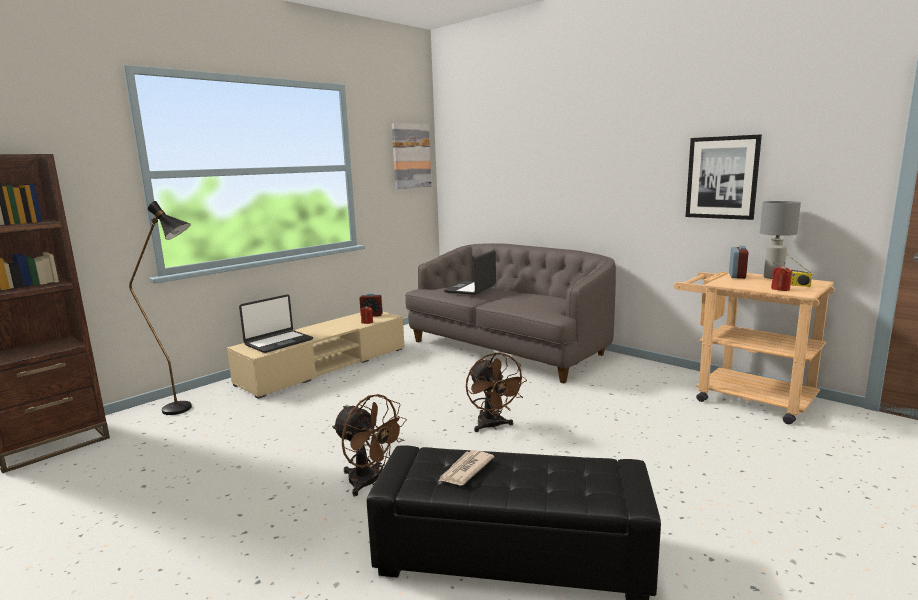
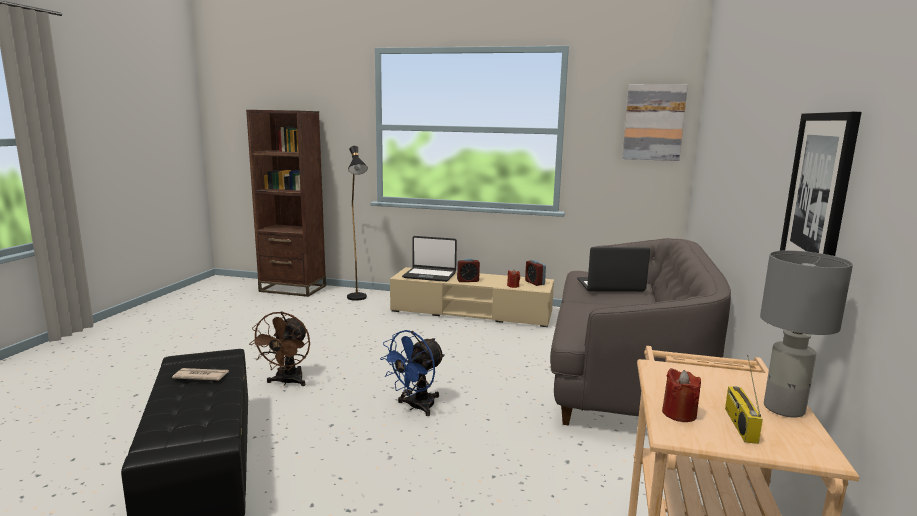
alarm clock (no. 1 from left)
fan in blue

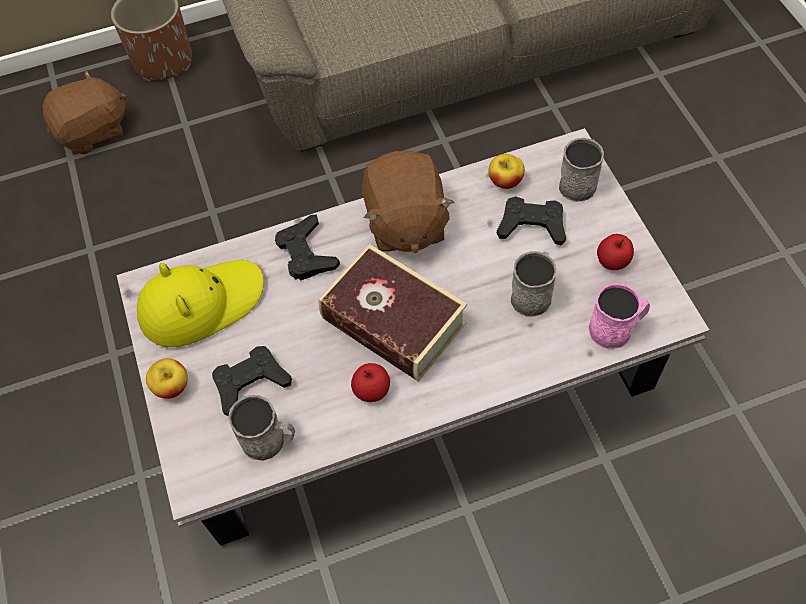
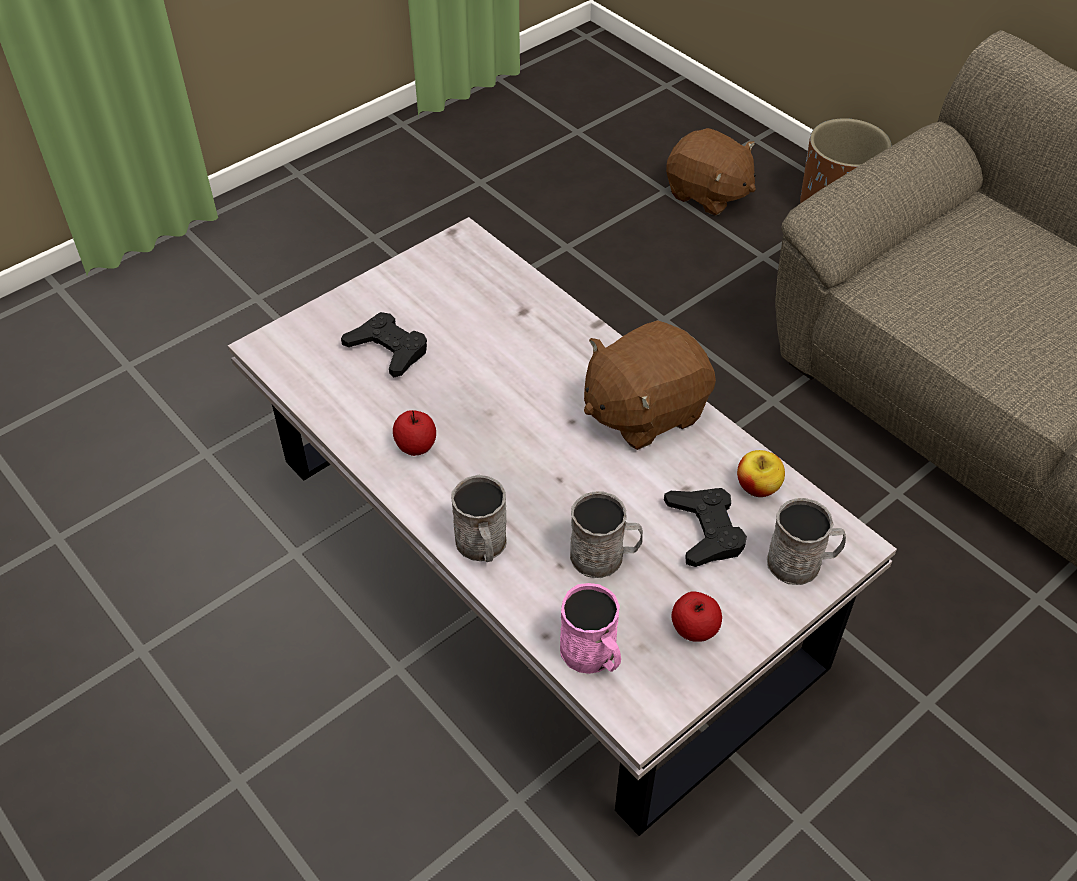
game controller in black (no. 2 from left in the first image)
book
hat in yellow
apple (no. 1 from left in the first image)
mug in grey (no. 1 from left)

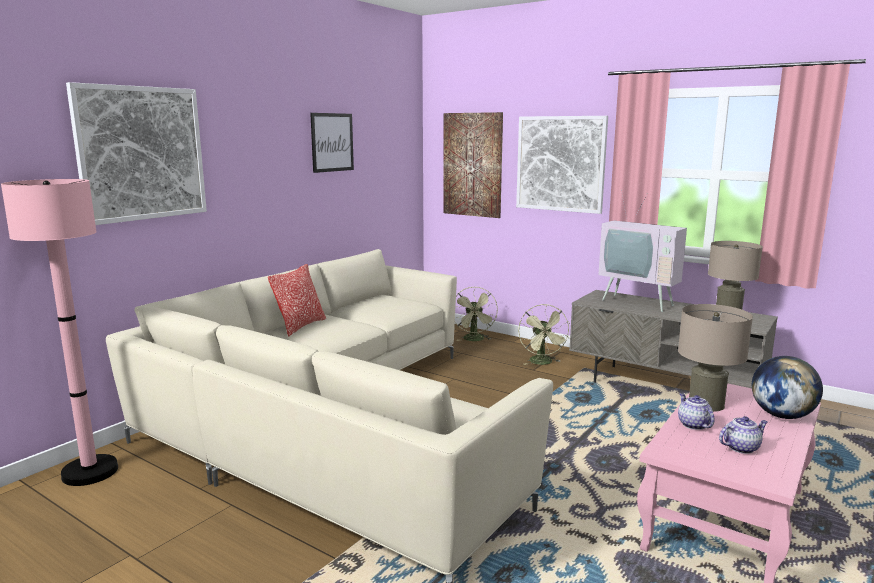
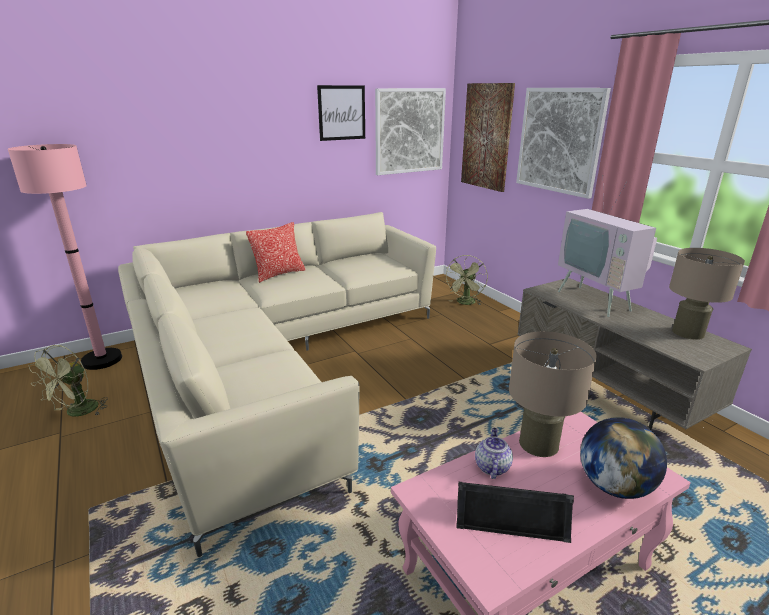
picture (no. 2 from left)
fan in green (no. 1 from left)
speaker in black

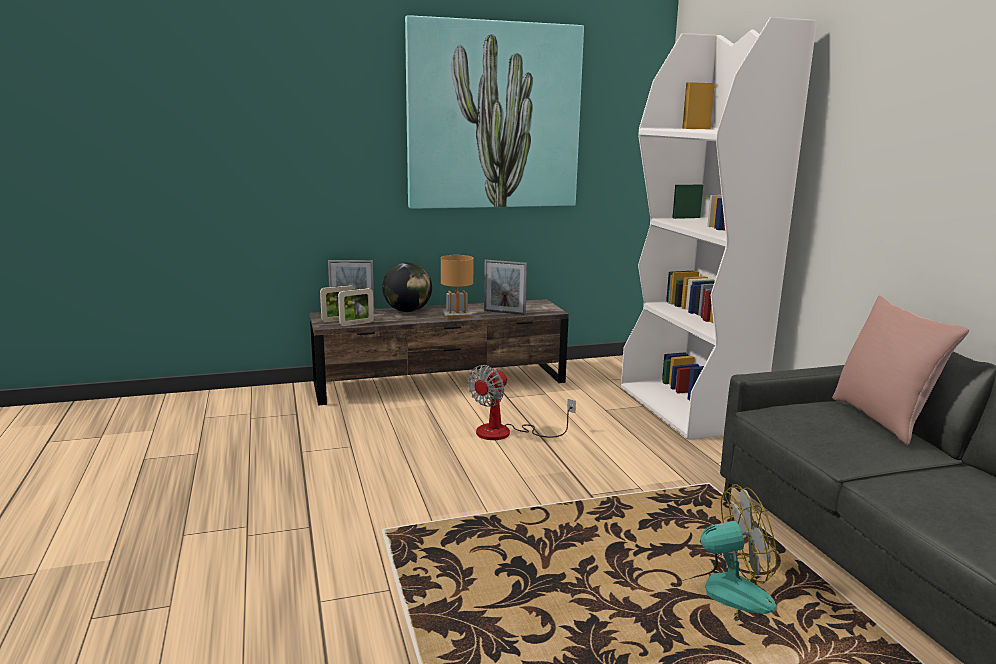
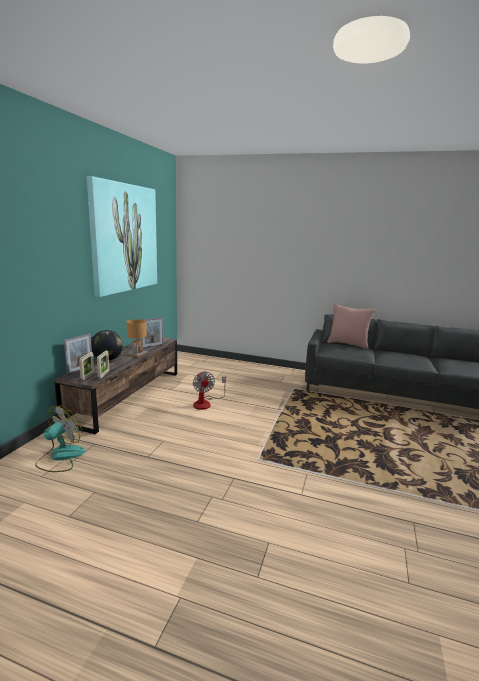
bookcase in white
fan (no. 1 from left)

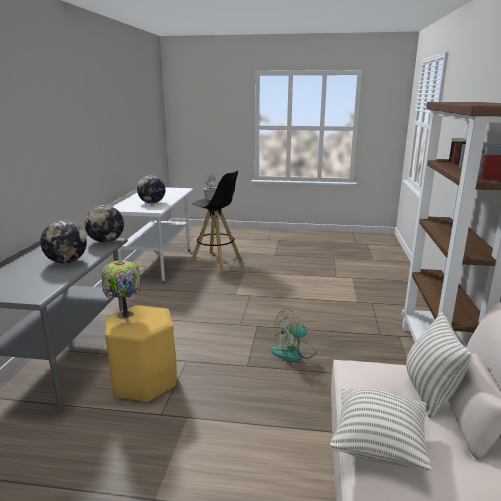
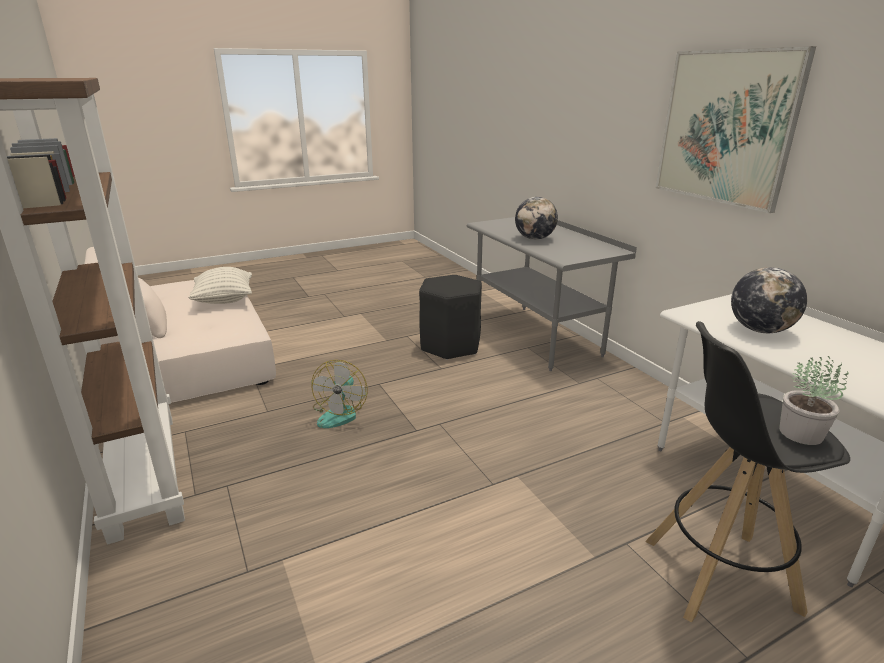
globe (no. 2 from left in the first image)
table lamp
stool in black (no. 1 from left)
fan
pillow (no. 2 from left in the first image)
picture

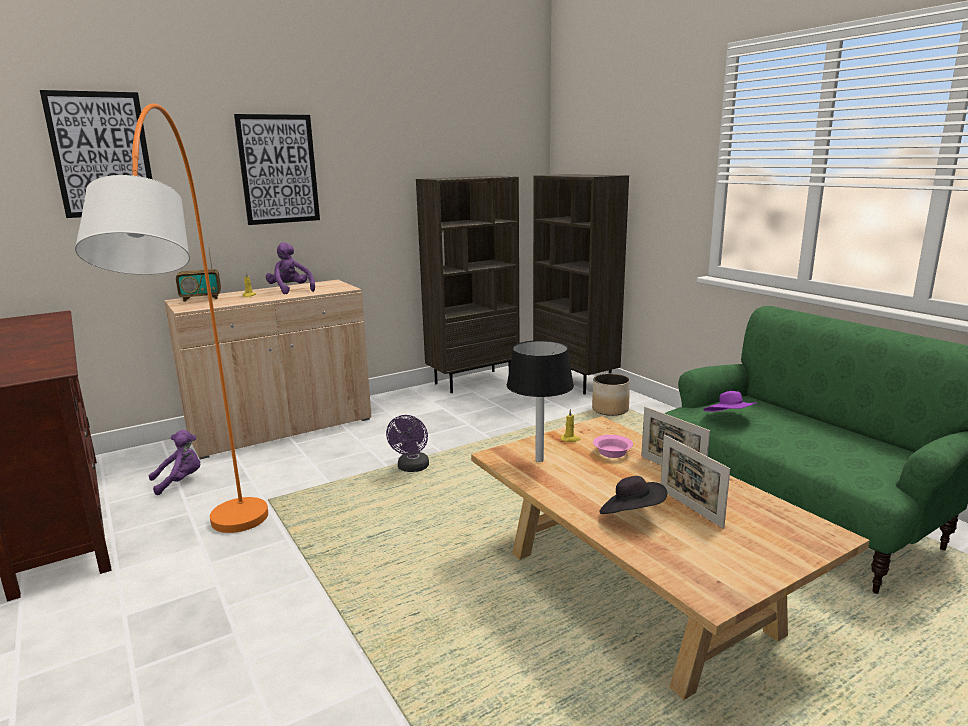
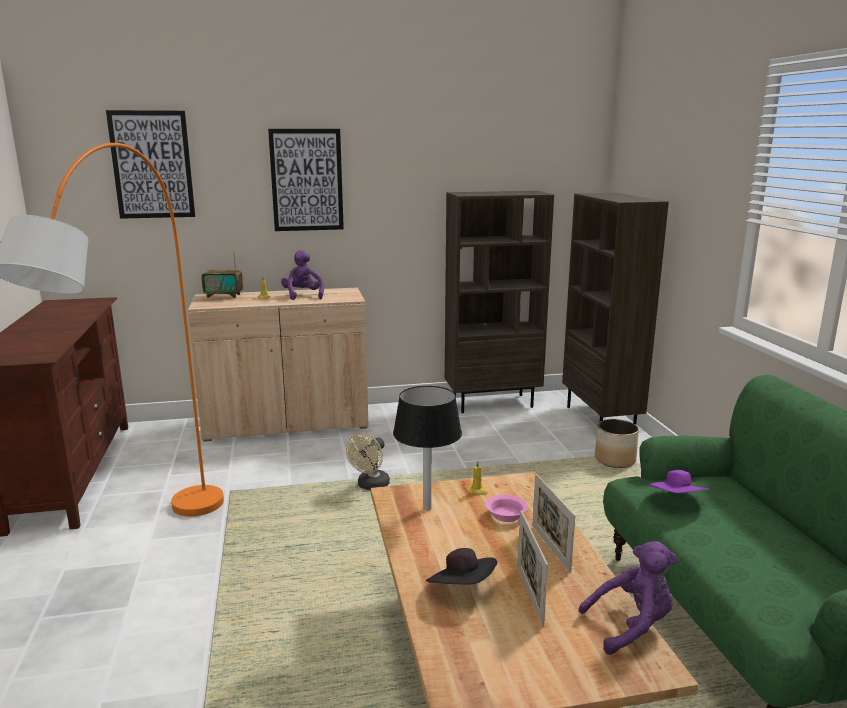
fan in beige
plush toy in purple (no. 2 from left)

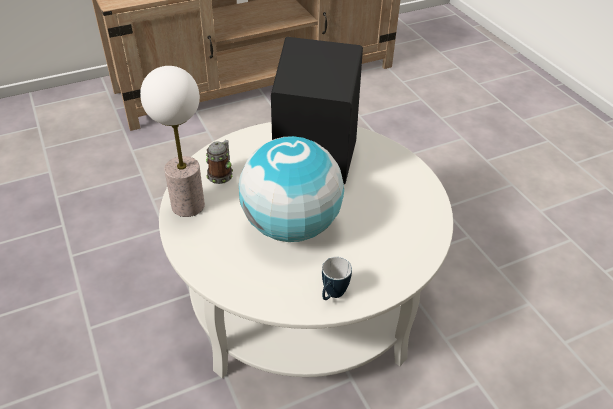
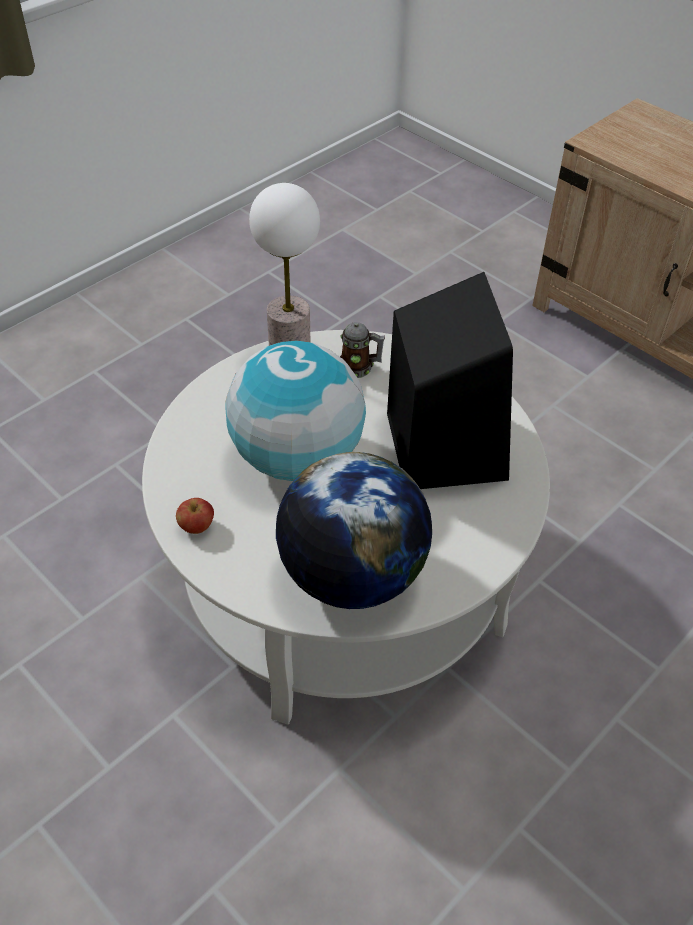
apple
globe (no. 2 from left)

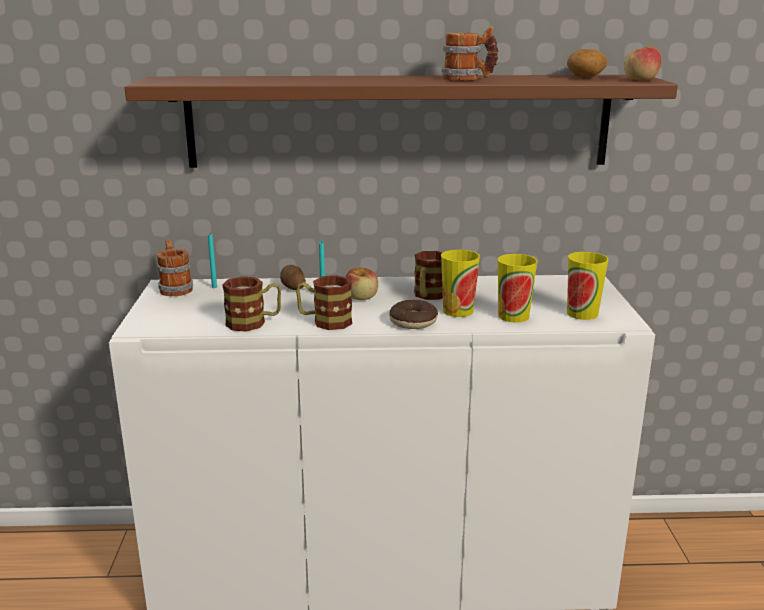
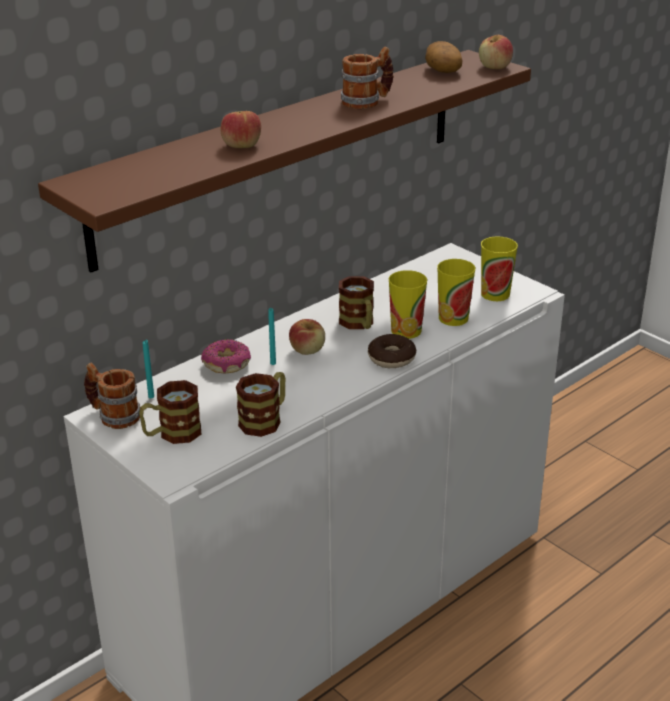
donut (no. 1 from left)
mug (no. 2 from left)
apple (no. 1 from left)

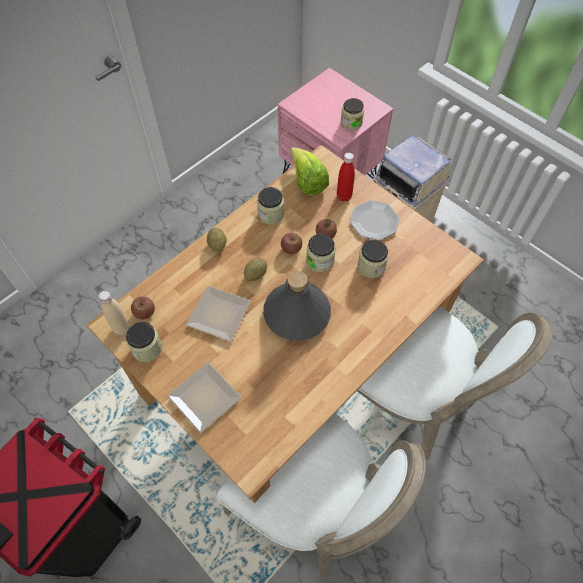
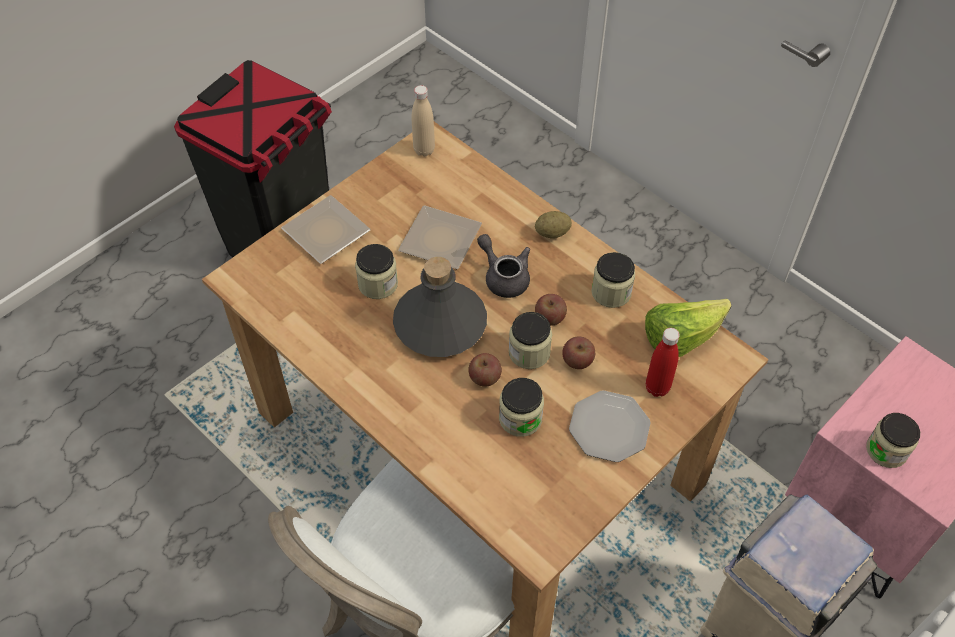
teapot in grey
apple (no. 1 from left)
jar (no. 1 from left)
chair in white (no. 1 from left in the first image)

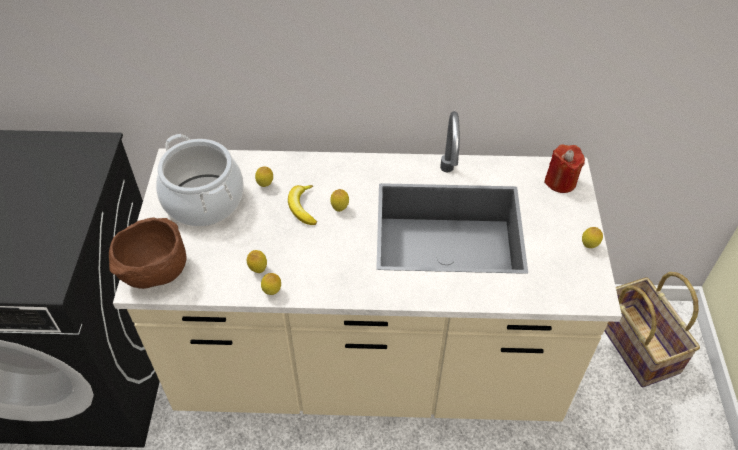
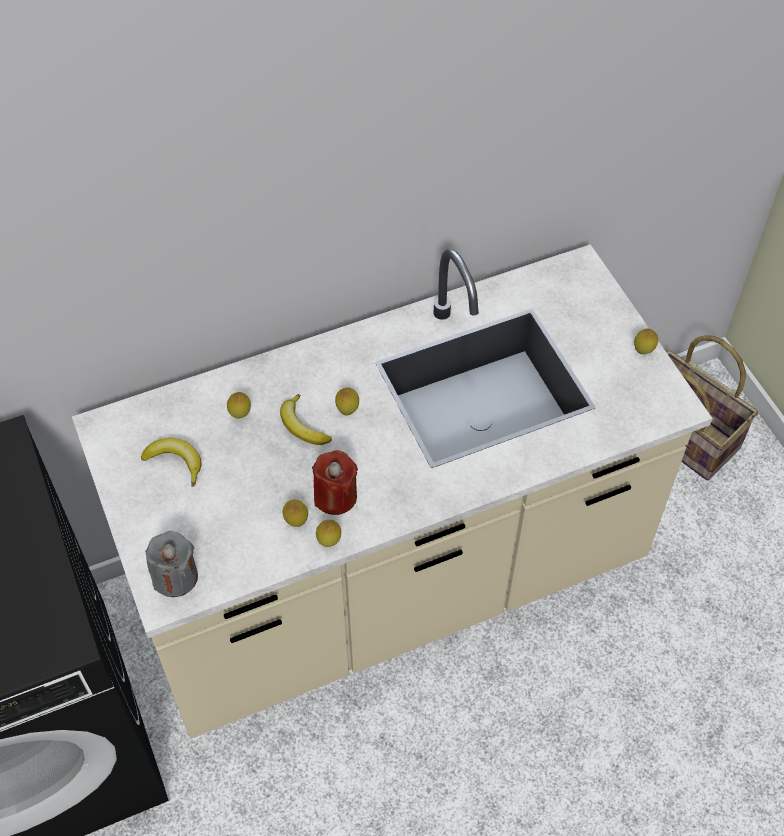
banana (no. 1 from left)
candle in red
candle in grey

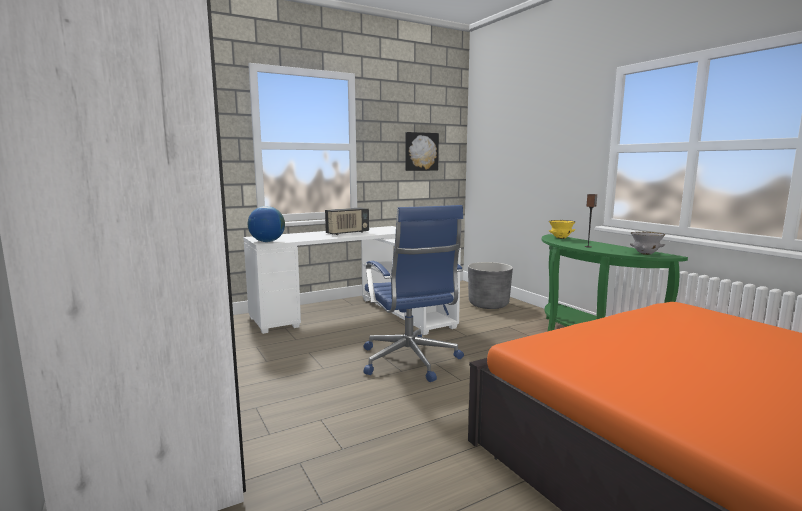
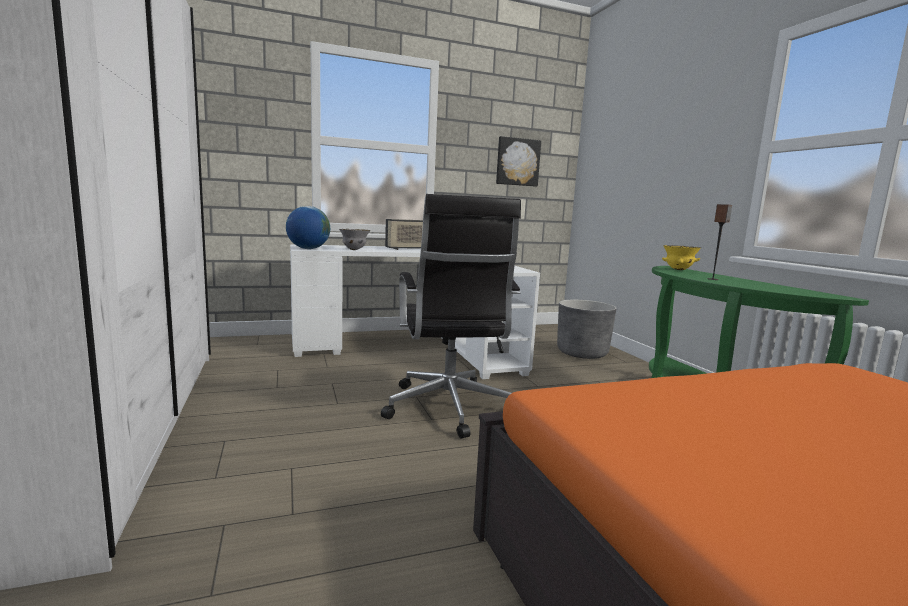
office chair in black
bowl in grey

